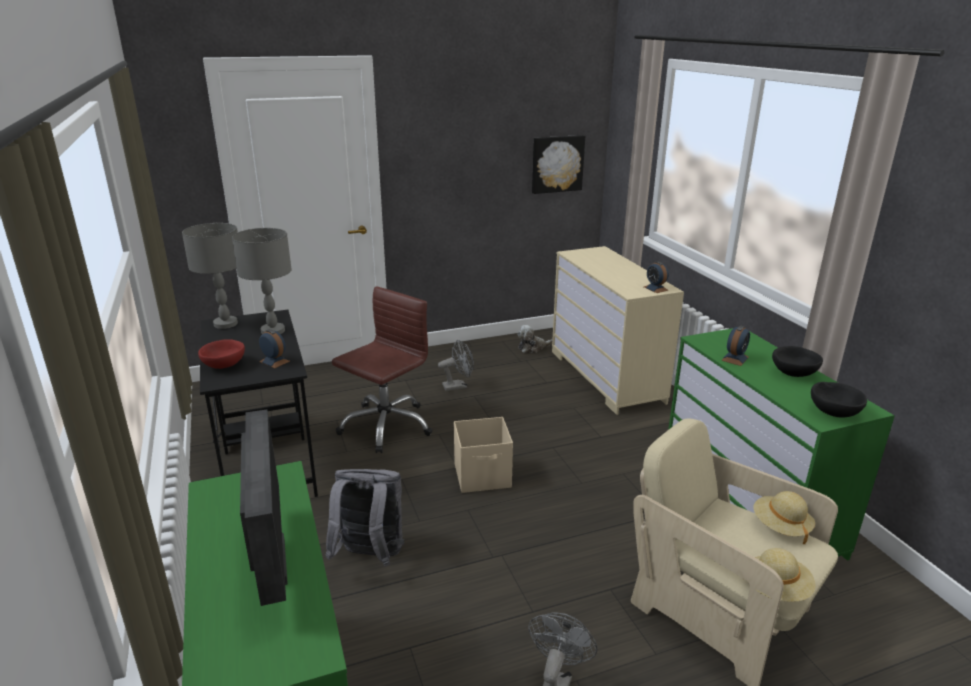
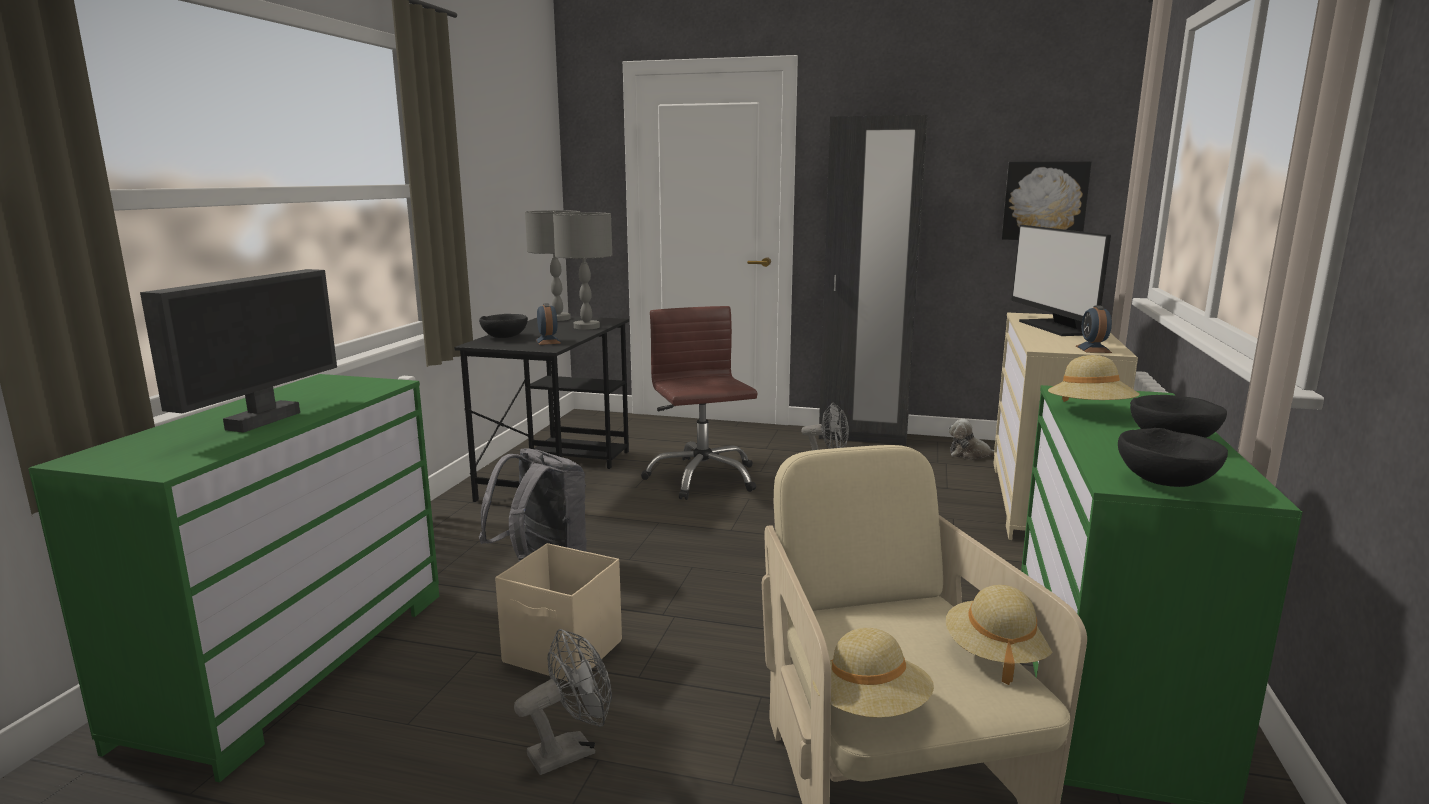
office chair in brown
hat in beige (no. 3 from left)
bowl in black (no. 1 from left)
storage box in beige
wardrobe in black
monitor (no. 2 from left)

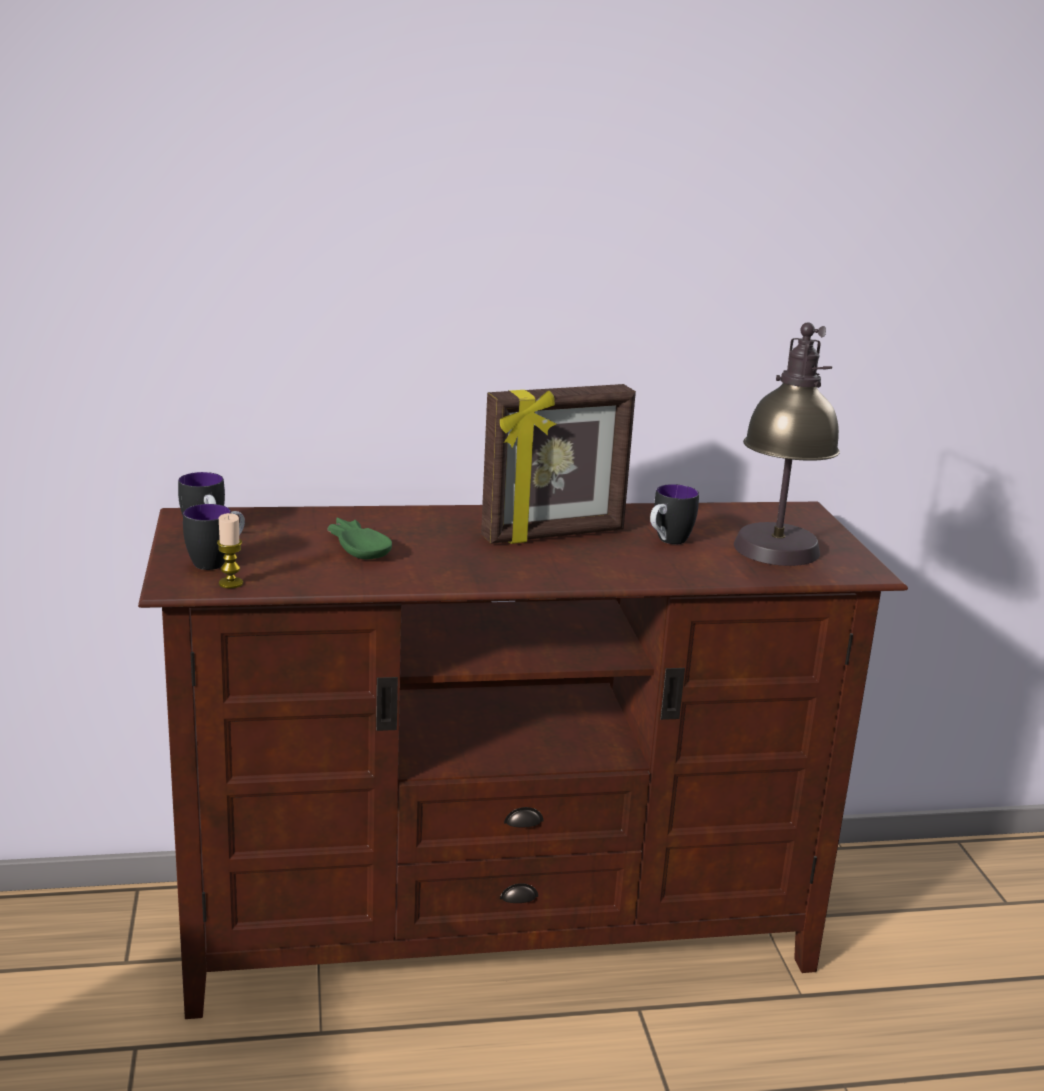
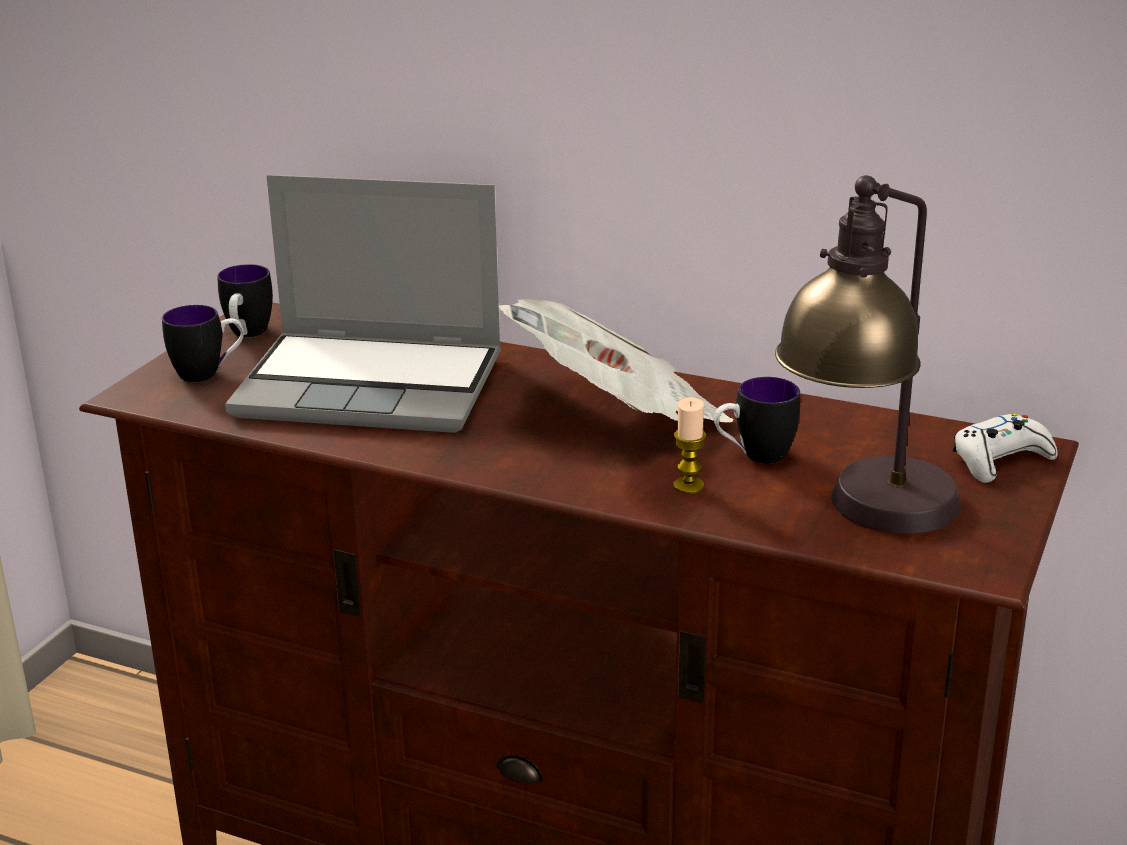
newspaper
candle
laptop
game controller in white

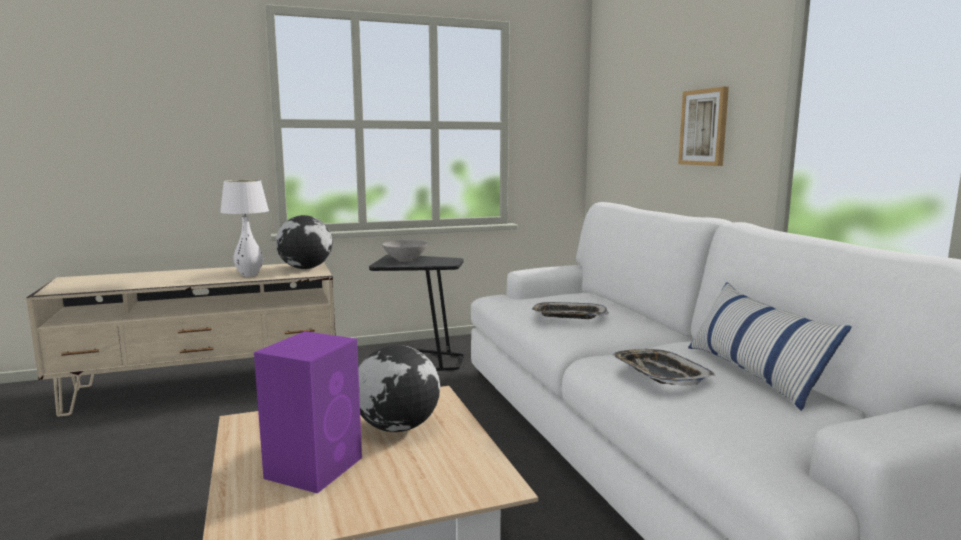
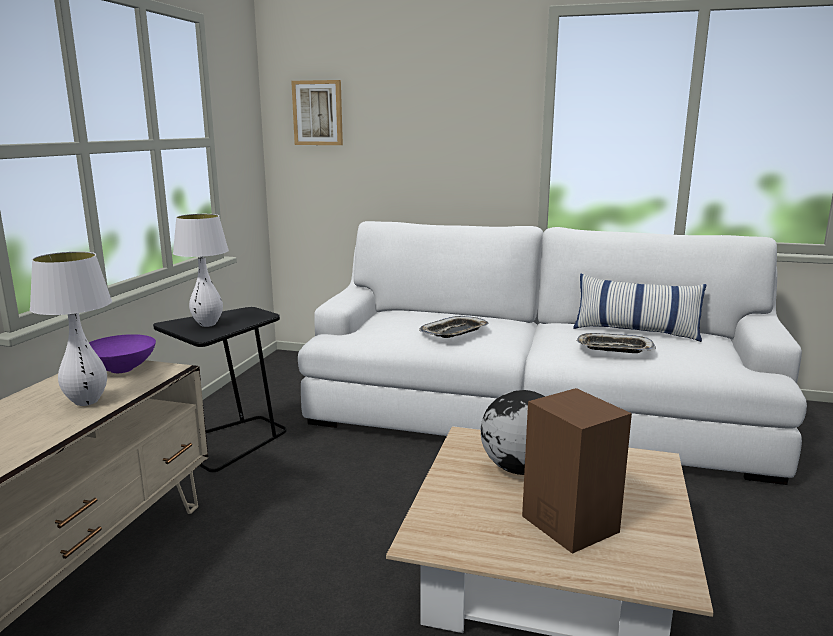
picture
bowl in purple
table lamp in white (no. 2 from left)
speaker in brown

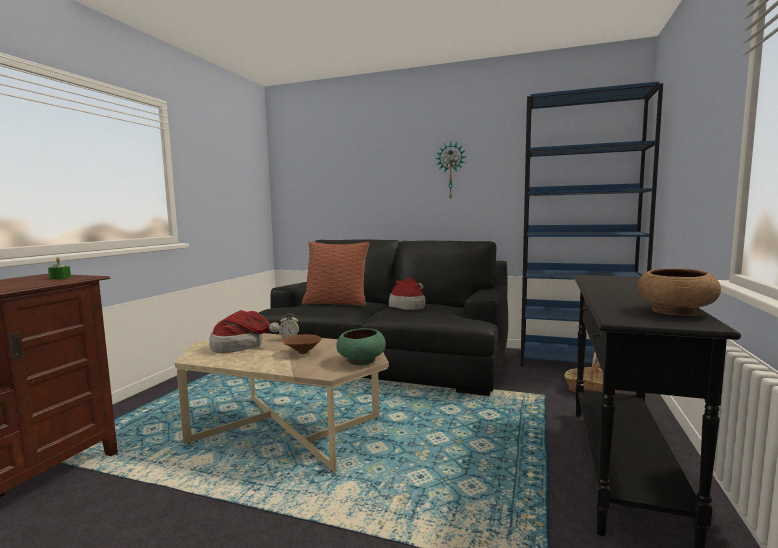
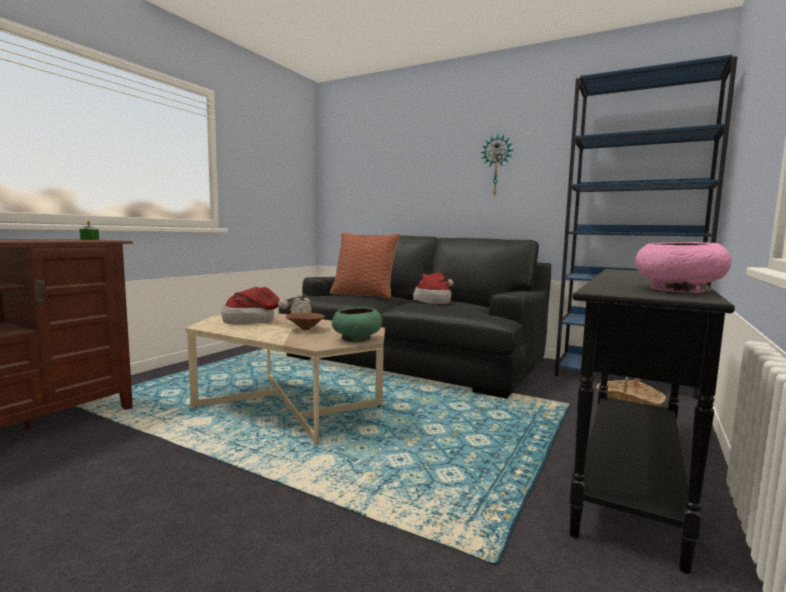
bowl in pink

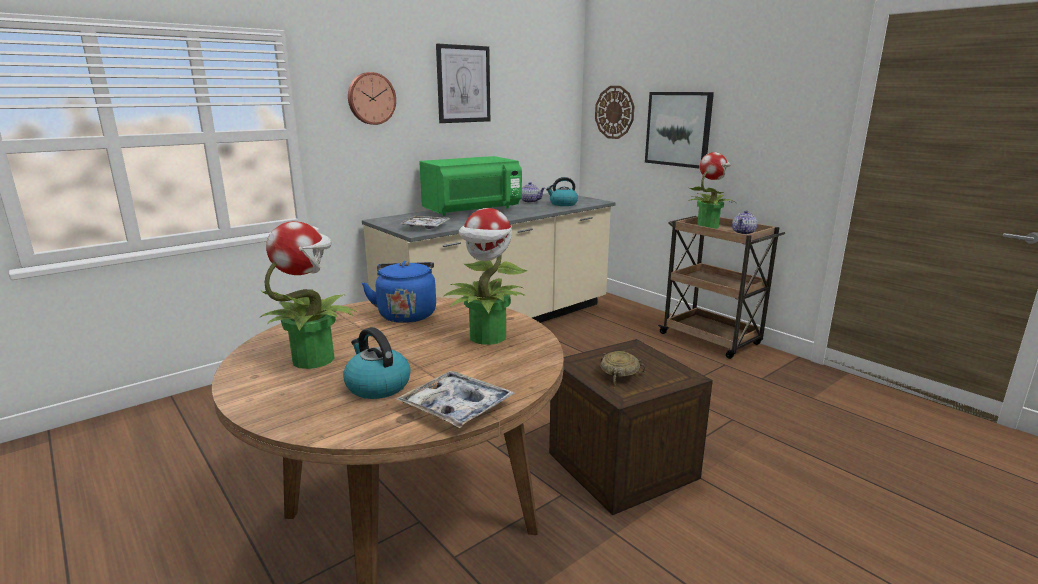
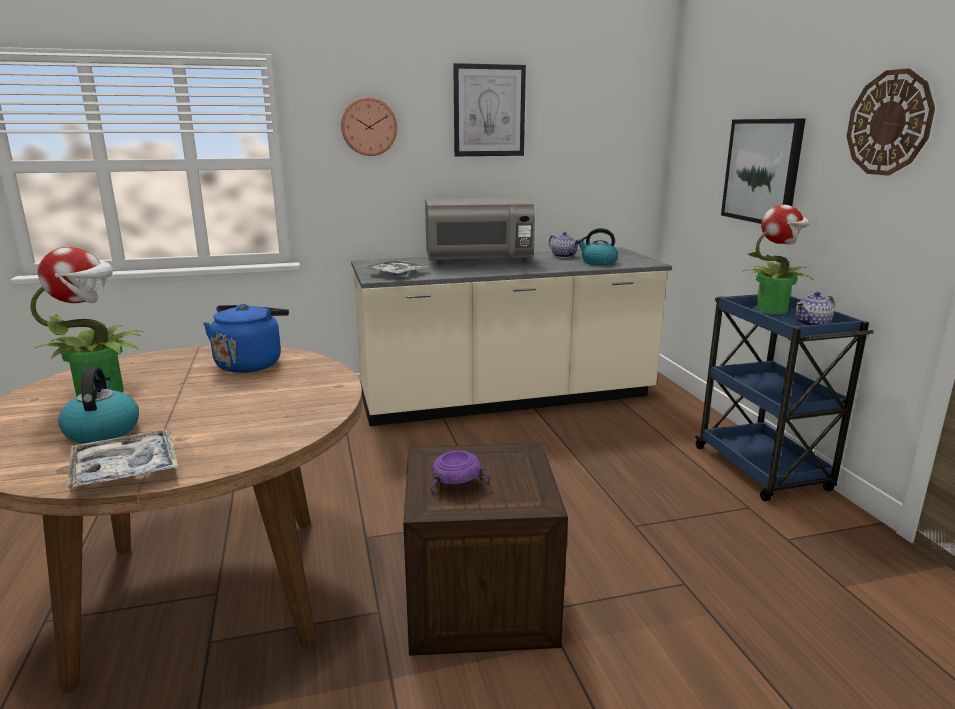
wall clock (no. 2 from left)
microwave in grey
potted plant (no. 2 from left in the first image)
cart in blue
bowl in purple

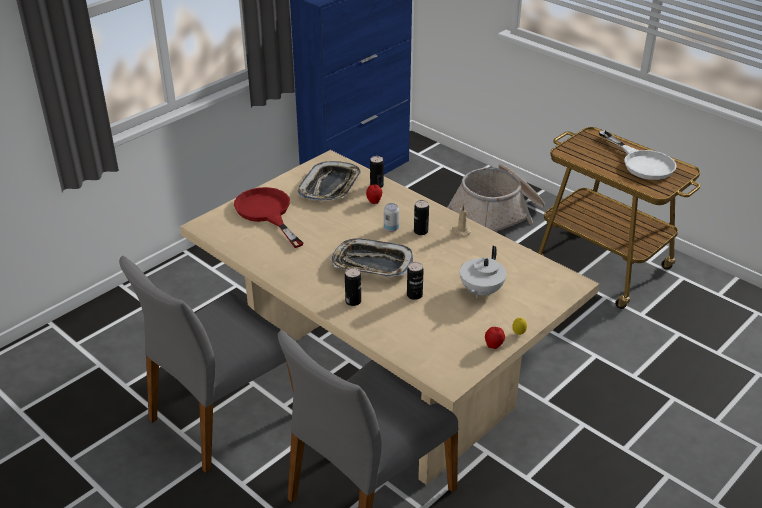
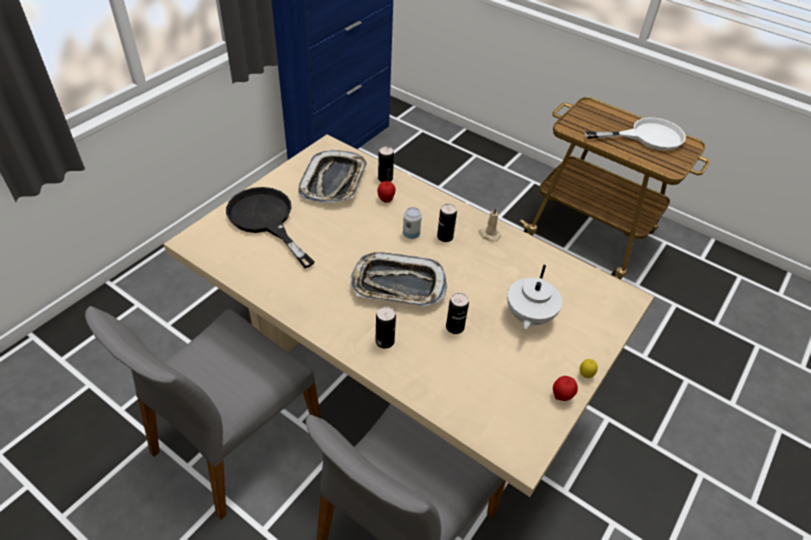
frying pan in white
basket
frying pan in black

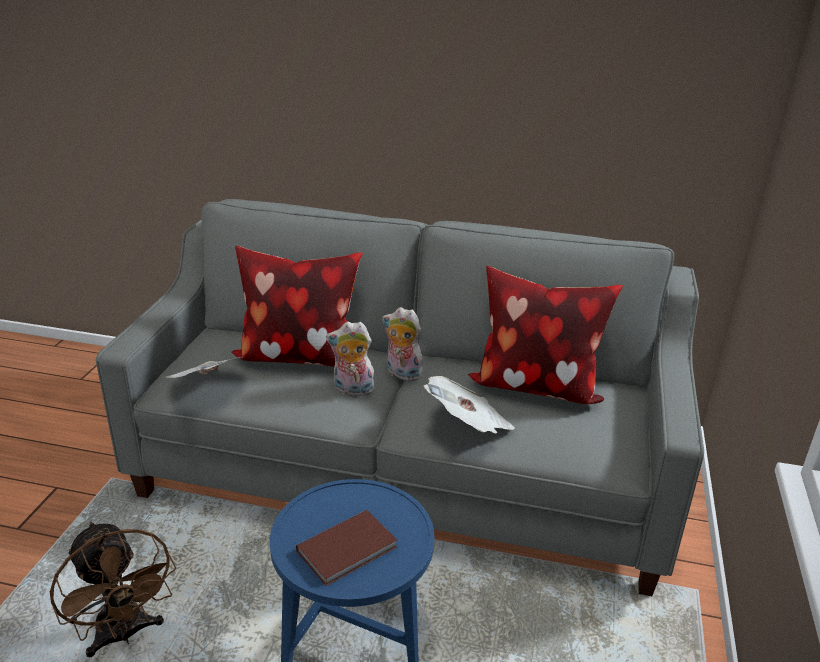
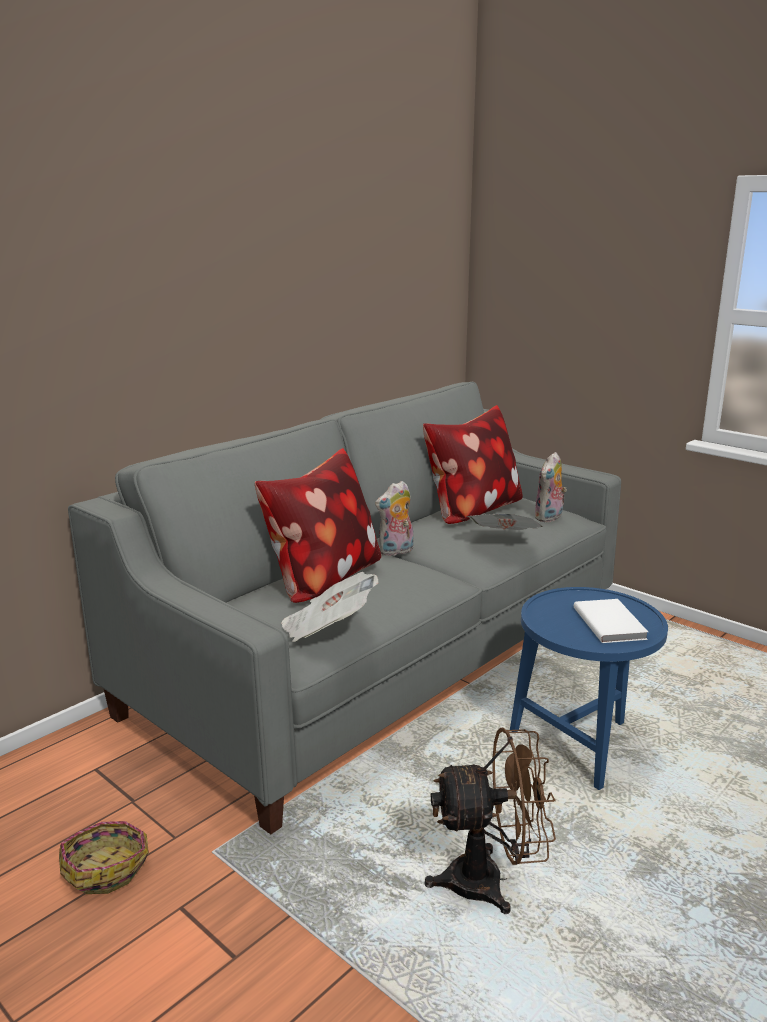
plush toy (no. 2 from left)
book in white
basket

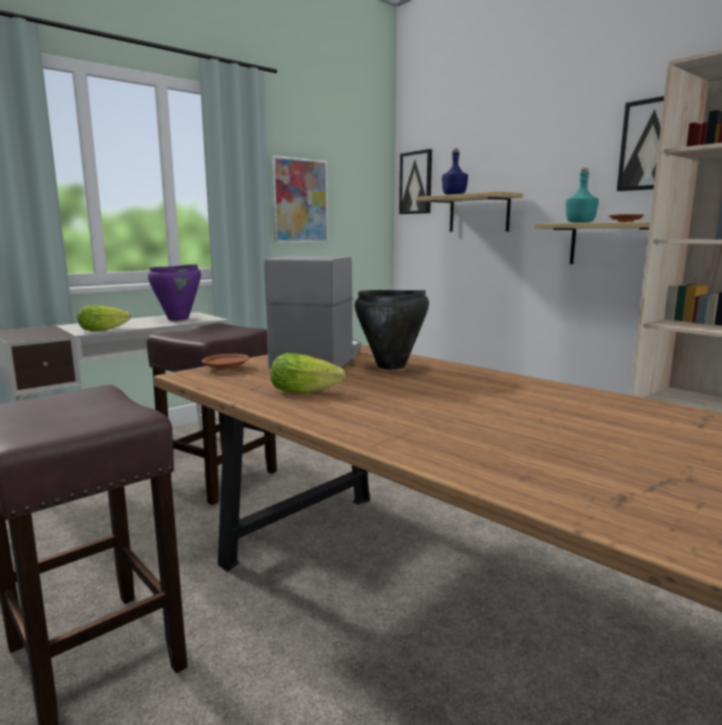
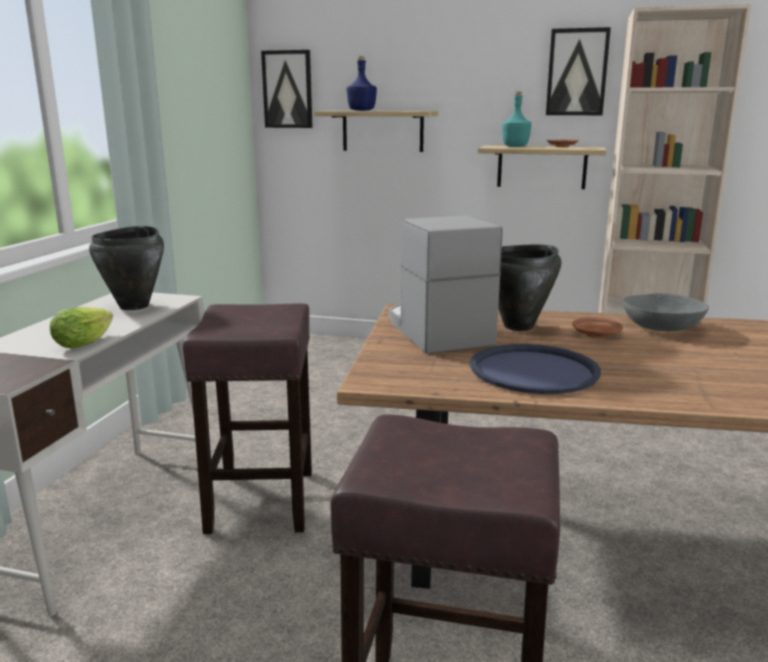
picture (no. 1 from left in the first image)
cooking pot in black (no. 1 from left)
tray in blue
plate in brown (no. 2 from left)
bowl in grey

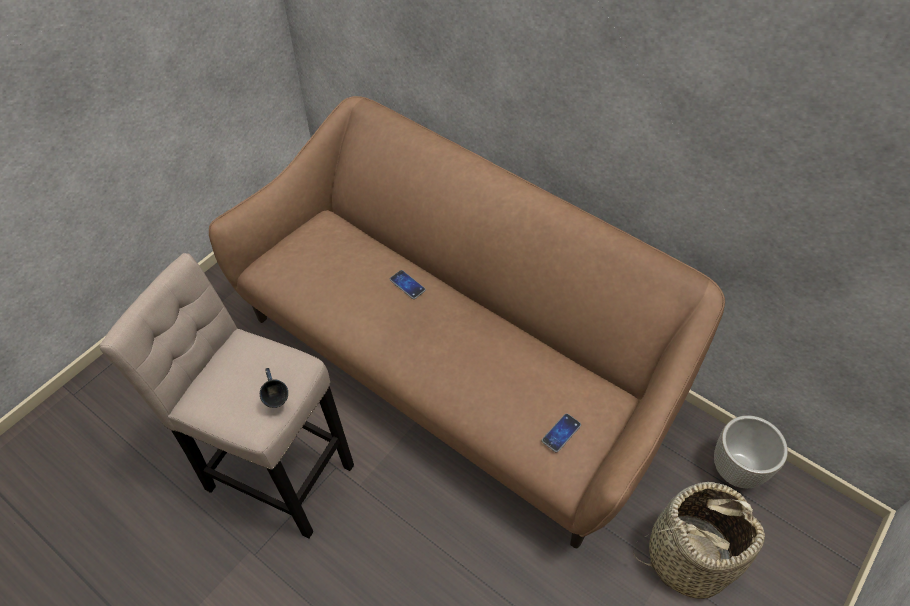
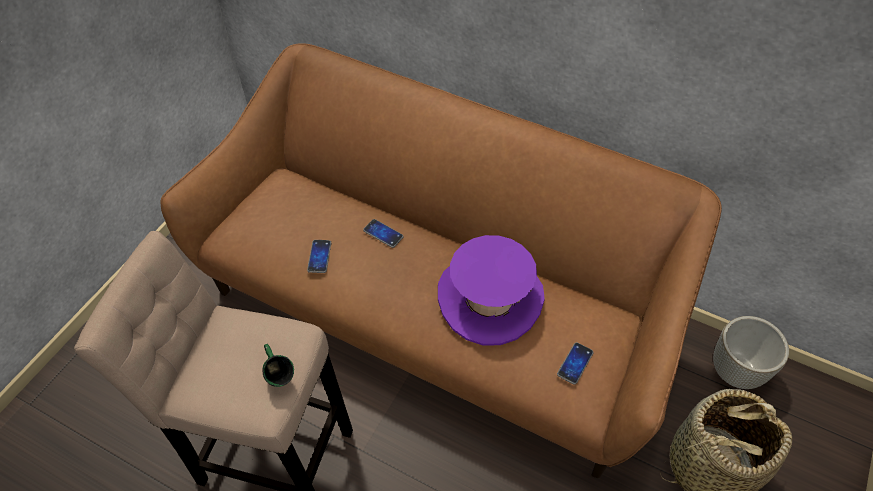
mug in green
hat in purple
phone (no. 1 from left)

